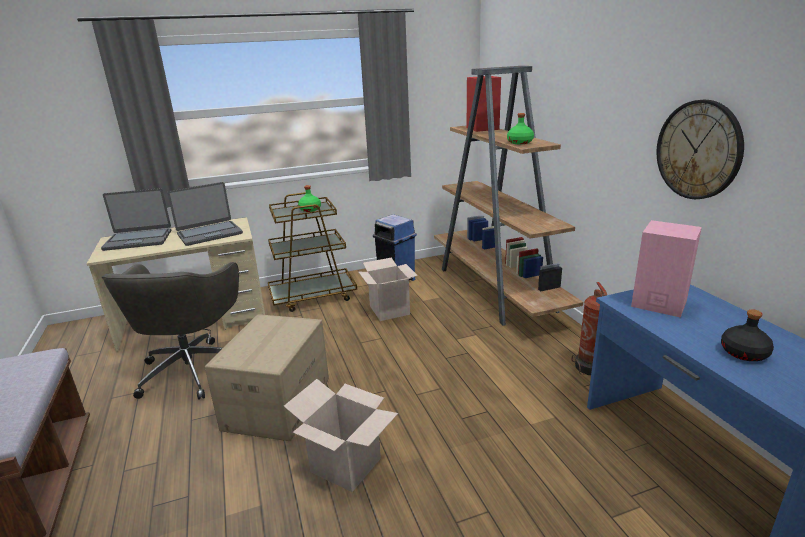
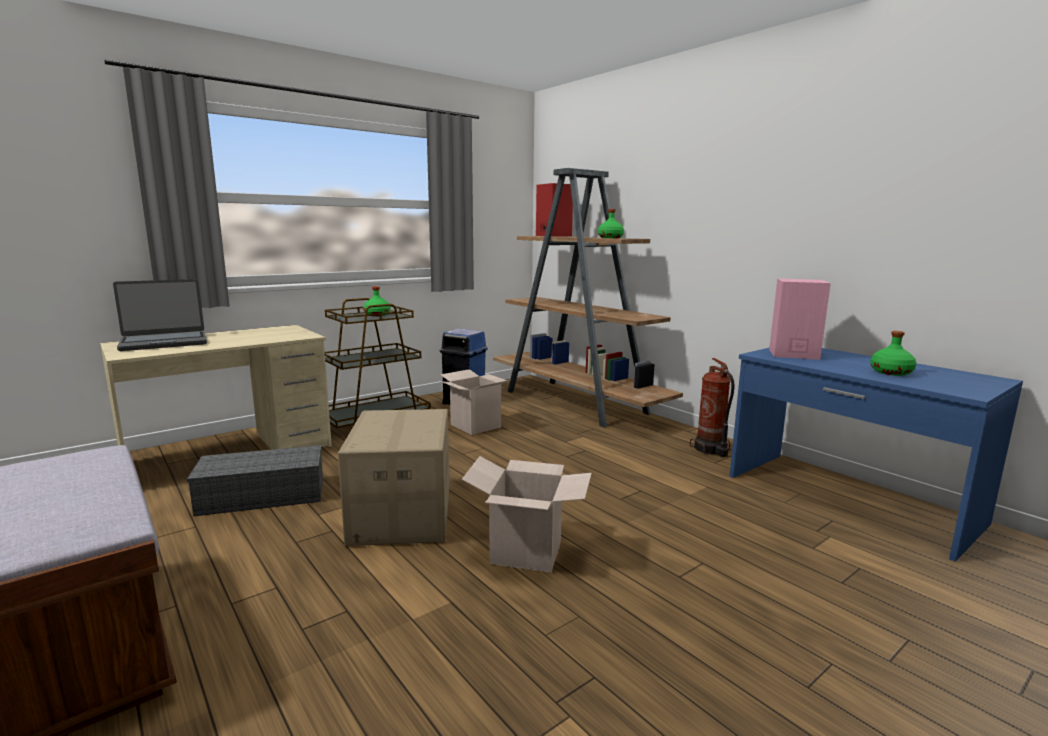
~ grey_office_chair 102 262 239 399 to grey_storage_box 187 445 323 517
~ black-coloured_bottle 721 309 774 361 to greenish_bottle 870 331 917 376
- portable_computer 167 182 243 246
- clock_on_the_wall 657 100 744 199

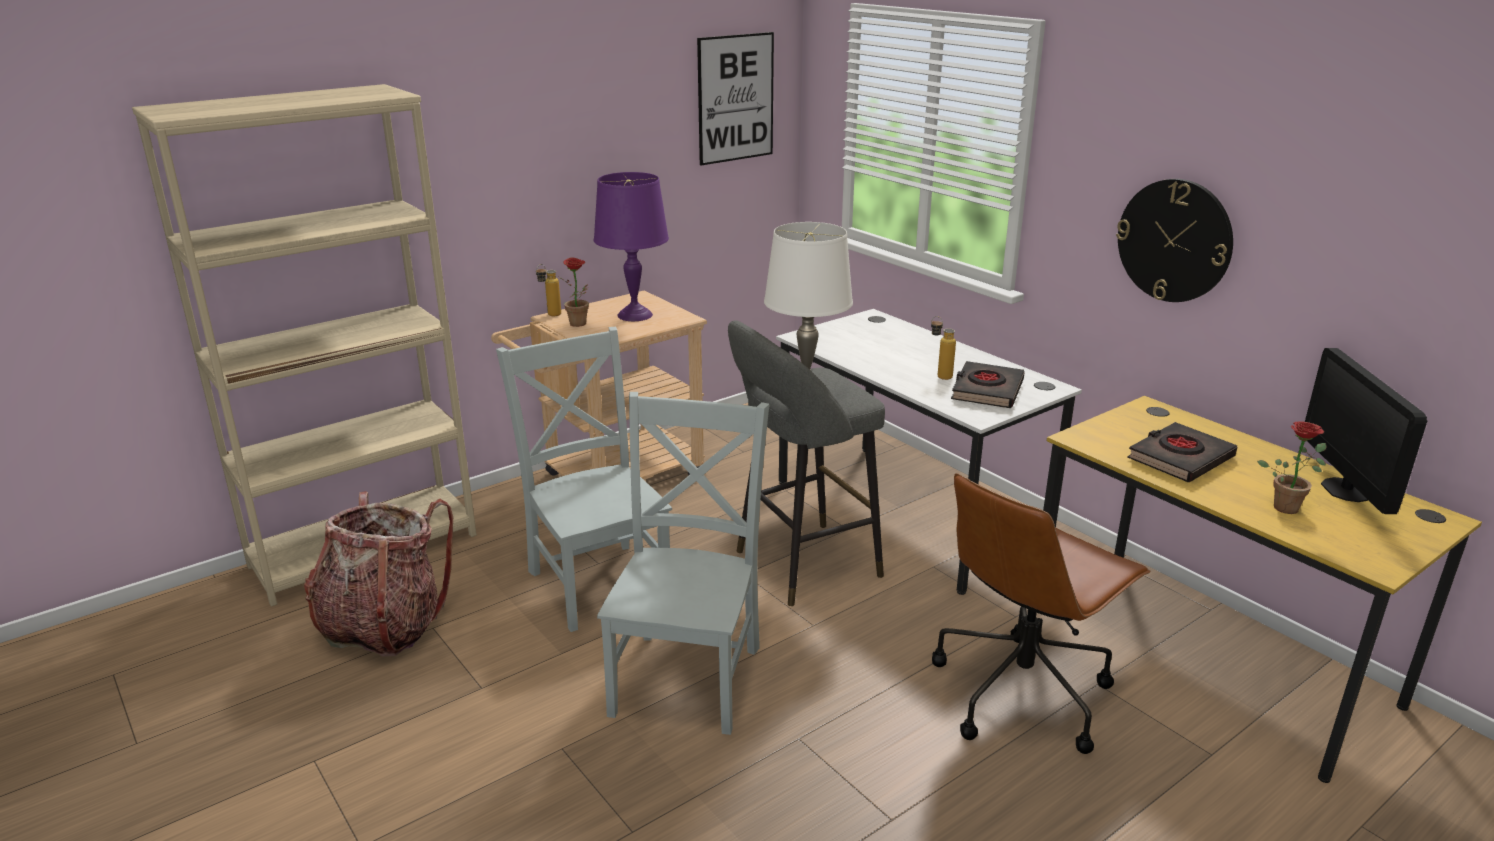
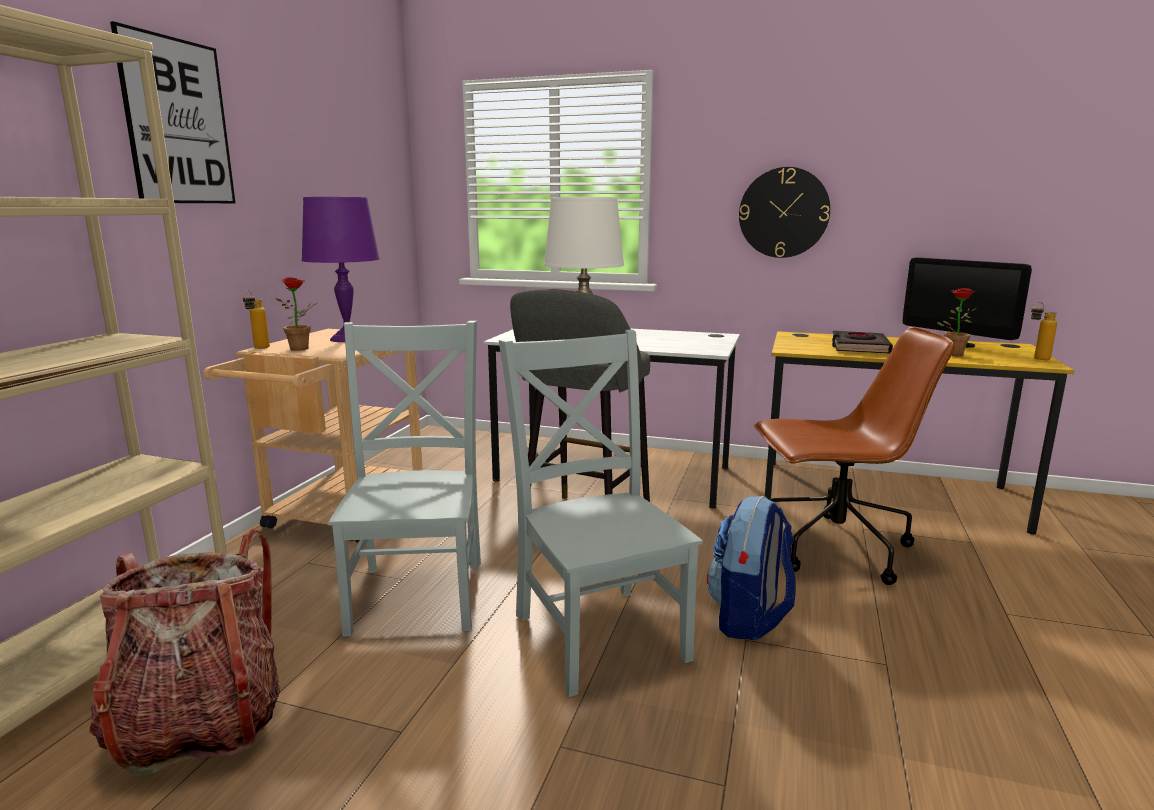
~ wall_picture 697 32 774 165 to 110 21 235 203
~ grey_upright_chair 496 327 672 632 = 328 321 481 637 60 degrees clockwise
+ rucksack 707 496 796 640
~ brownish_office_chair 932 473 1151 754 = 754 327 955 585 105 degrees counterclockwise
~ bottle 931 316 956 380 to 1031 302 1057 360
- black-coloured_book 951 361 1025 408

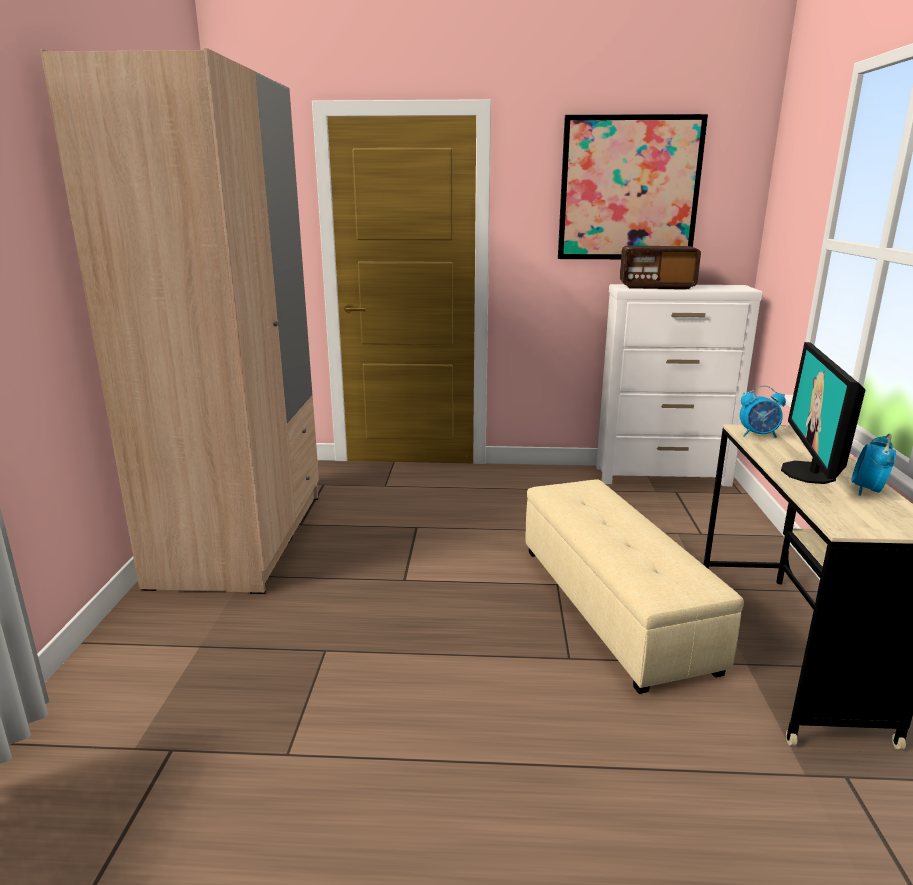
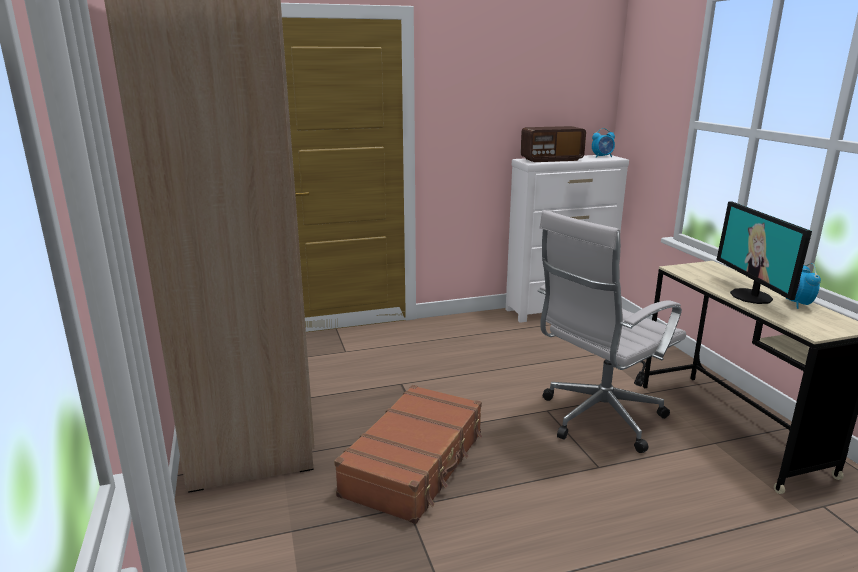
+ brownish_travel_case 334 385 482 524
~ beige_ottoman 526 479 744 694 to whitish_office_chair 537 210 686 453
~ table_clock 740 385 786 438 to 592 128 615 158
- wall_picture 558 114 708 259

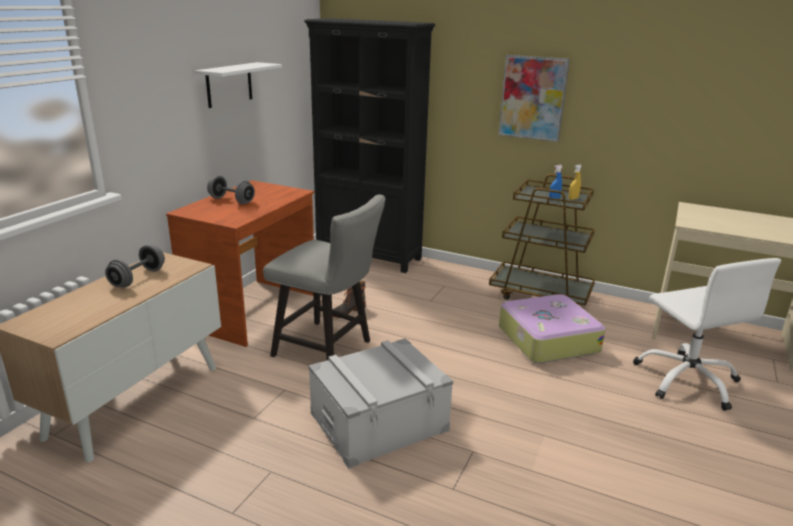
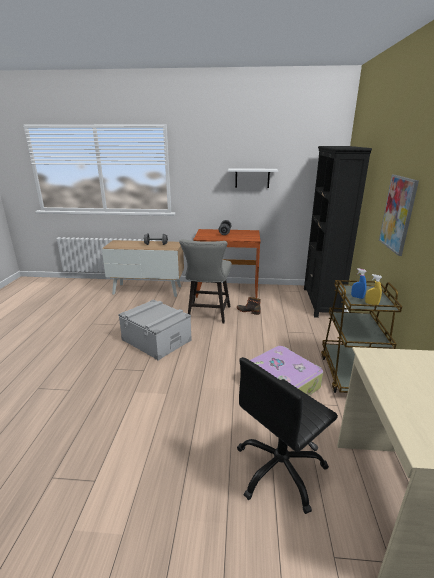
~ whitish_office_chair 633 258 781 411 to black-coloured_office_chair 237 357 338 514

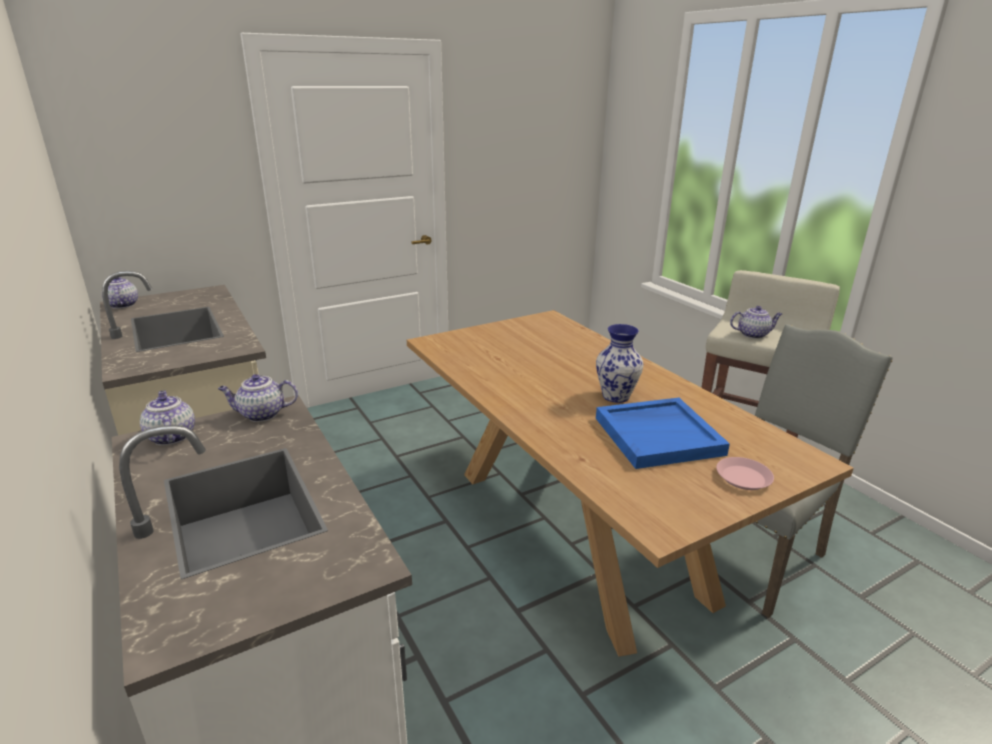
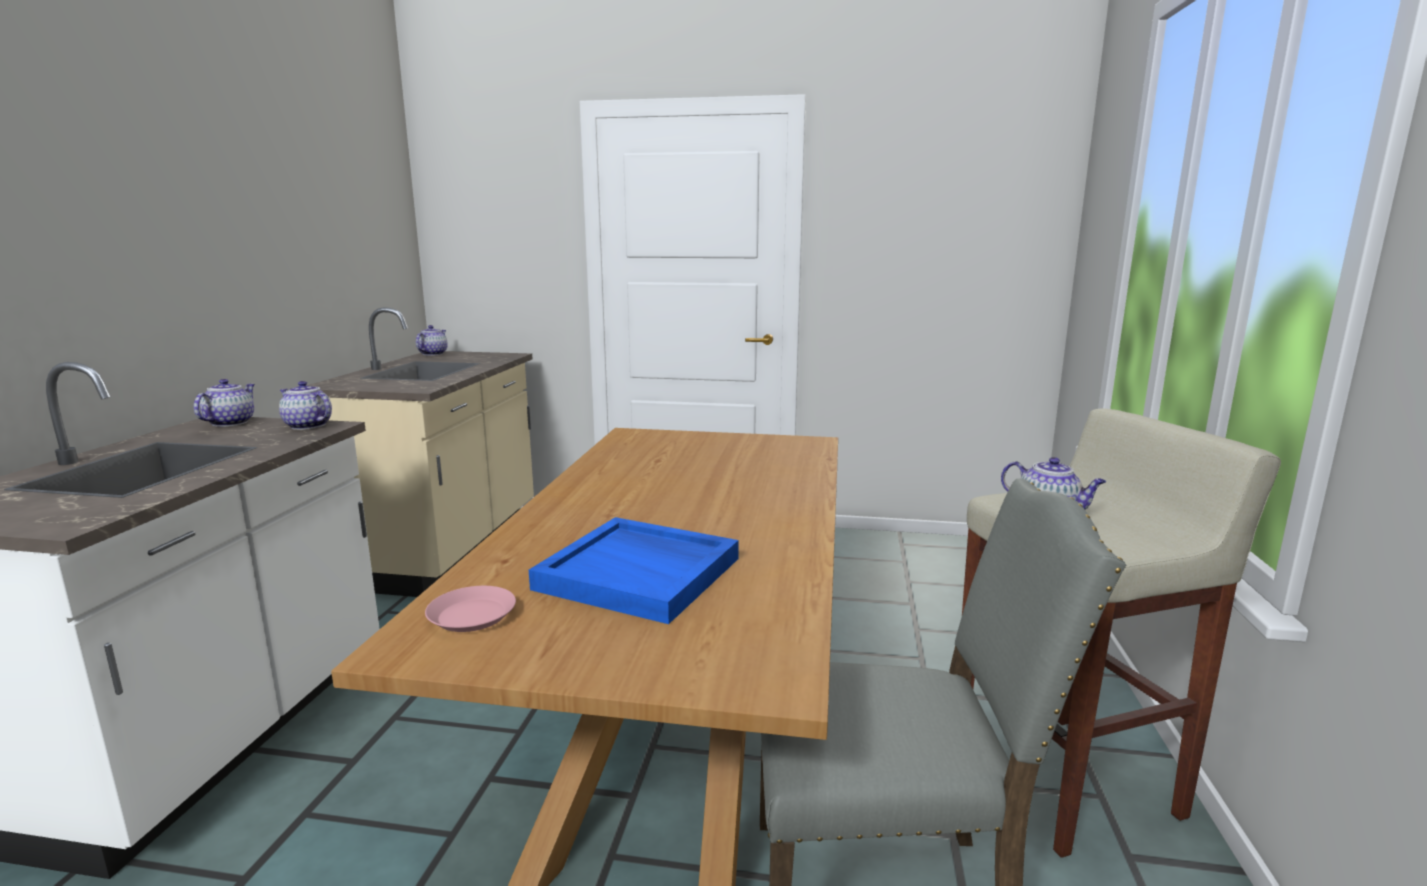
~ pinkish_plate 716 457 774 490 to 425 586 516 632
- decorative_vase 596 324 643 403

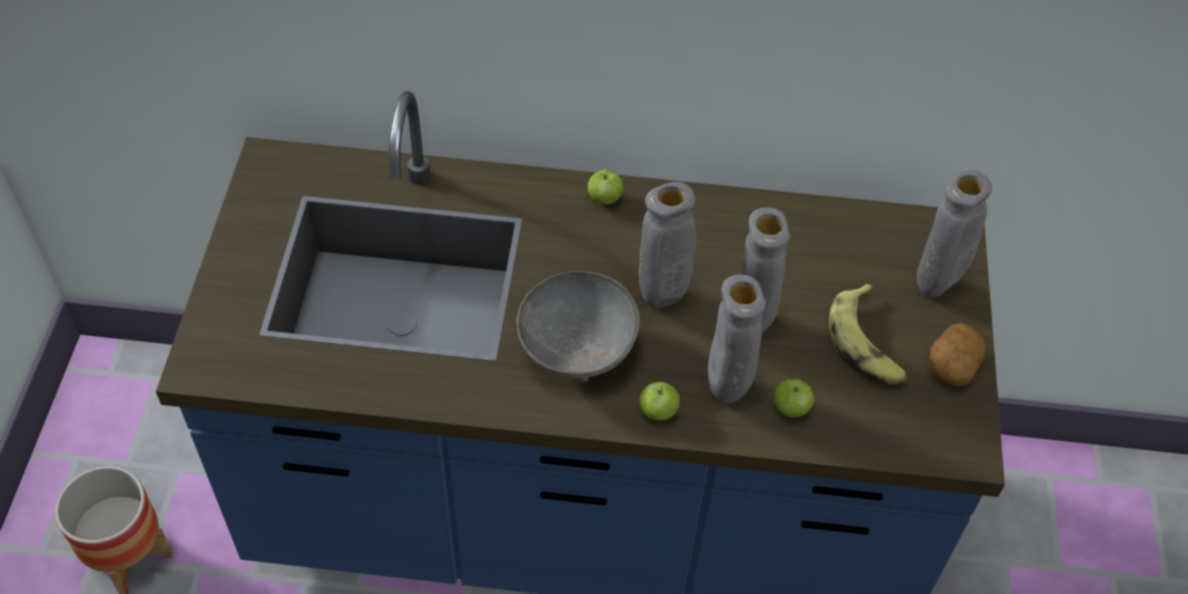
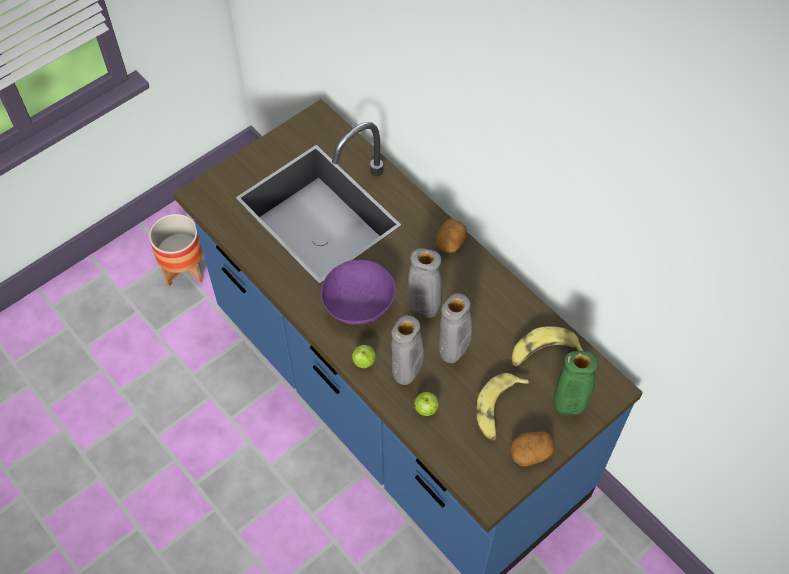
~ grey_bowl 517 271 640 382 to purple-coloured_bowl 321 260 396 324
~ apple_fruit 588 169 624 204 to spud 435 219 467 253
+ whole_banana 512 326 584 367
~ grey_decorative_vase 917 170 992 297 to greenish_decorative_vase 554 351 598 415

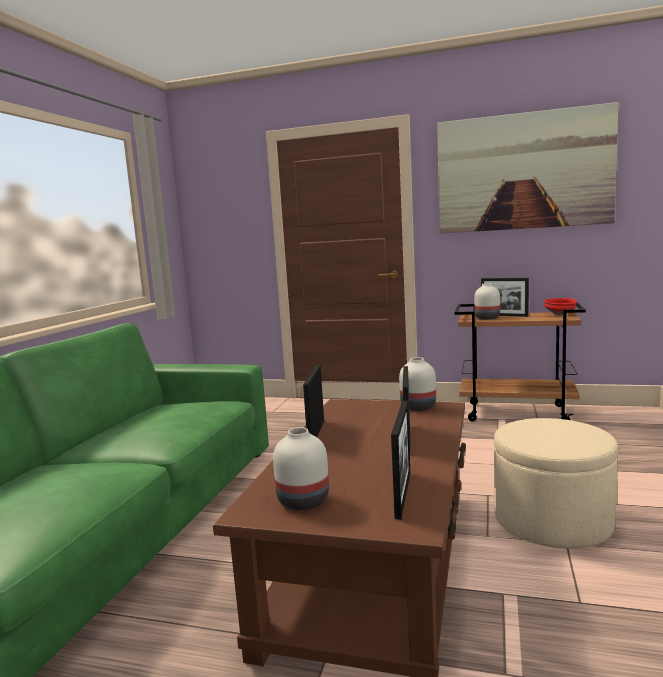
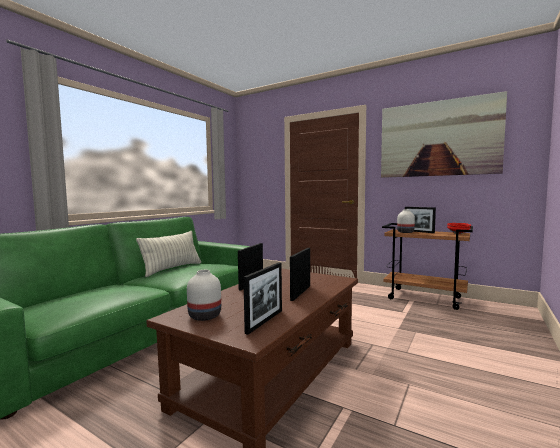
+ throw_pillow 136 231 201 277
- whitish_decorative_vase 399 357 436 411
- beige_ottoman 494 418 618 549

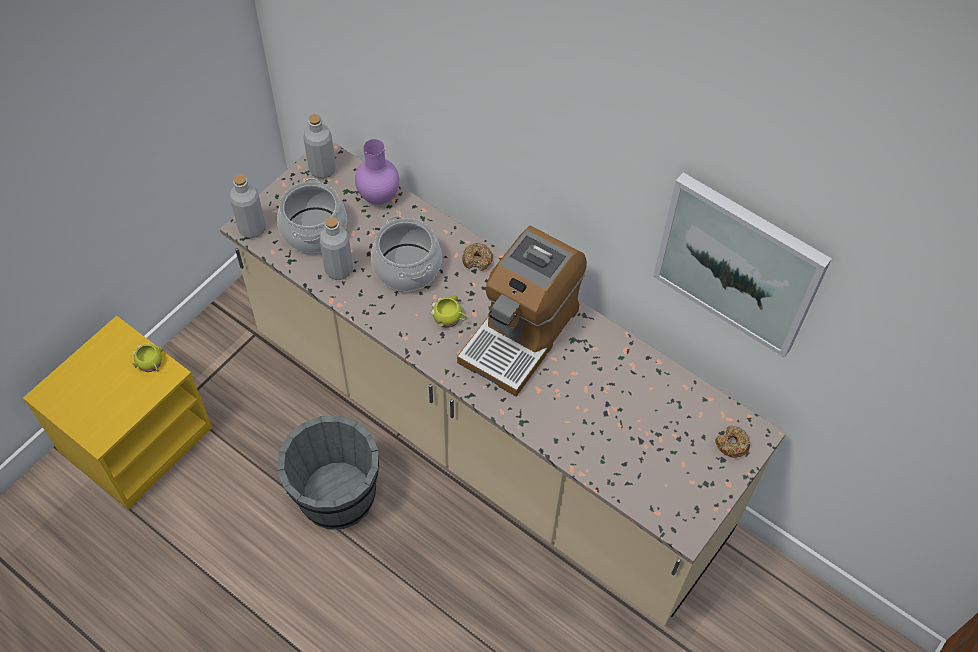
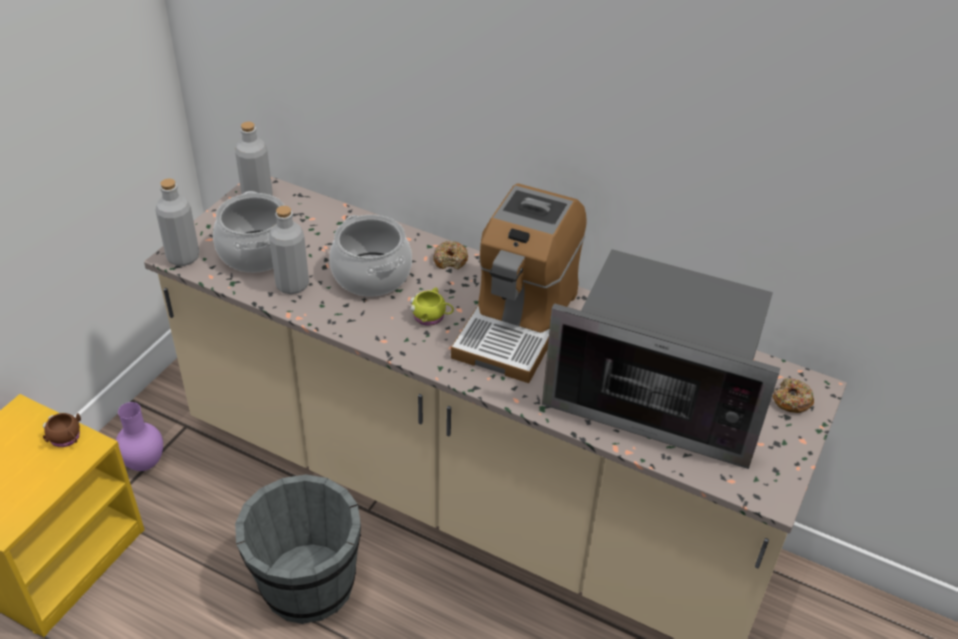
~ yellow_coffee_mug 132 343 163 372 to brownish_coffee_mug 43 412 81 447
~ purple-coloured_decorative_vase 355 139 399 205 to 116 402 163 471
+ kitchen_microwave 542 249 781 469
- wall_picture 653 172 832 358

